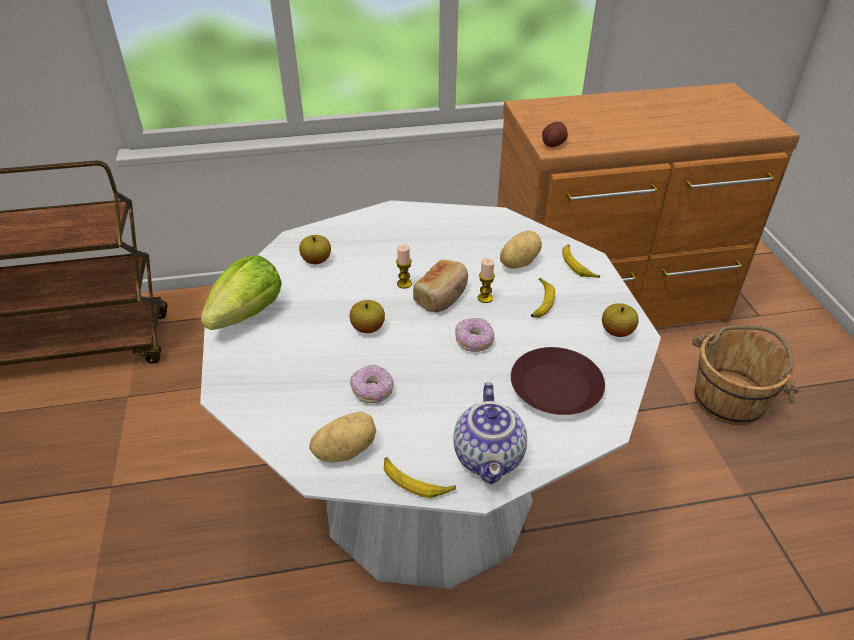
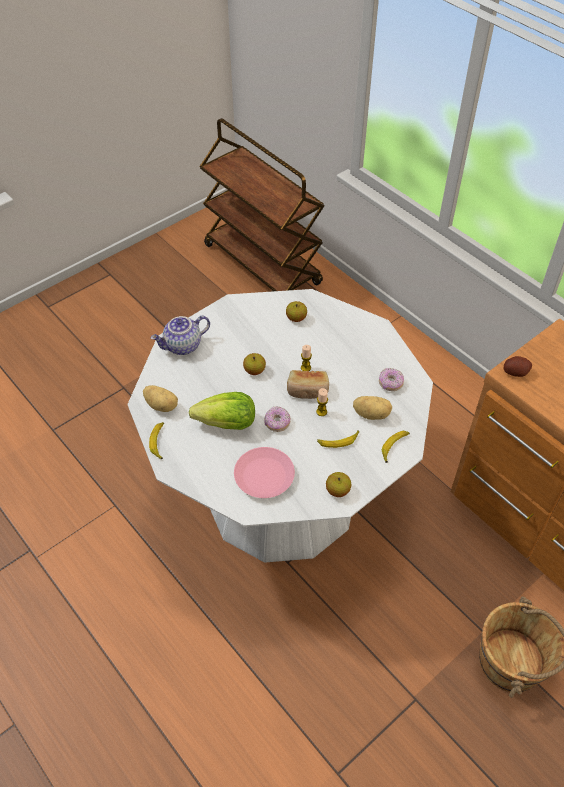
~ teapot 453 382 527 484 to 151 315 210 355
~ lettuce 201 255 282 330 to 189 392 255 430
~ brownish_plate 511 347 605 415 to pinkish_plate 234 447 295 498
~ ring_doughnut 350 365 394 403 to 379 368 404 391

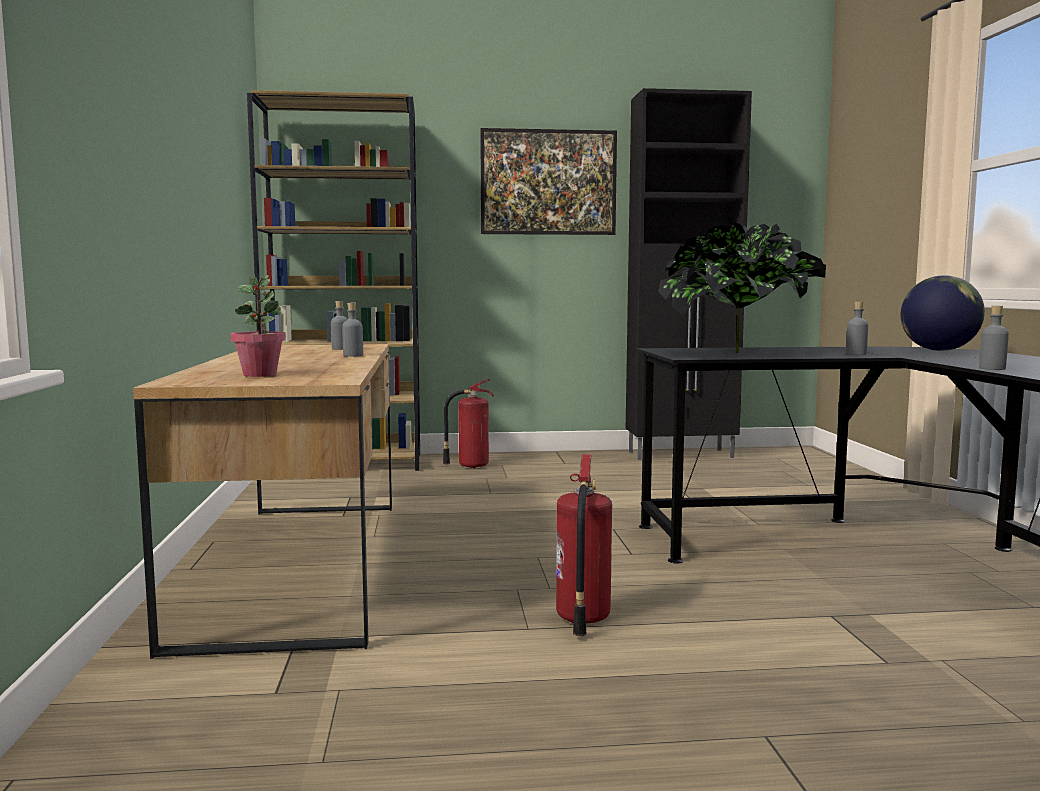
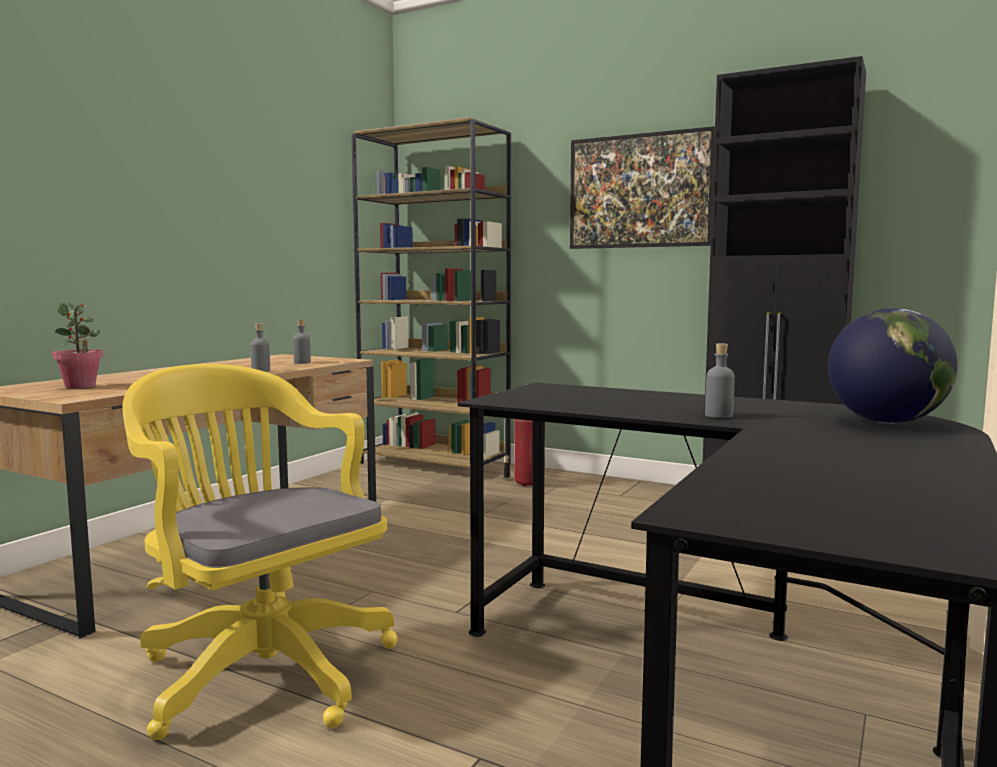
~ fire_extinguisher 556 454 612 636 to yellow_office_chair 123 364 398 740
- plant_in_a_pot 658 222 826 353
- grey_bottle 979 306 1009 370

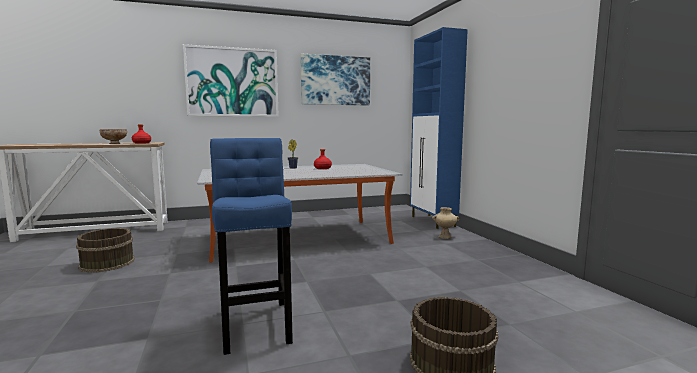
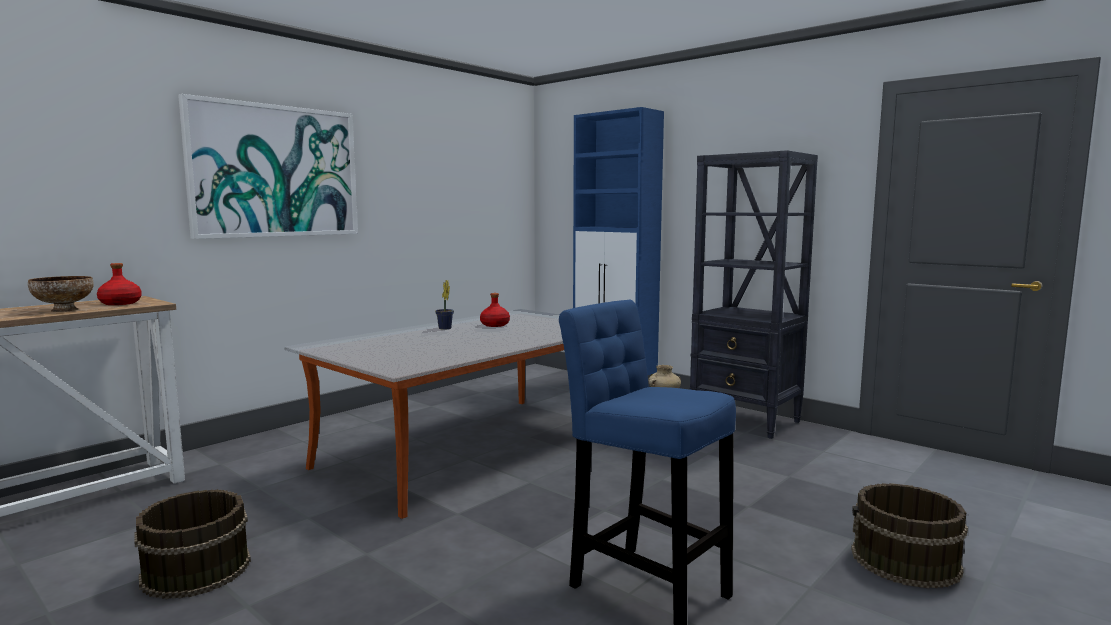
+ black-coloured_shelving_unit 689 150 818 439
- wall_picture 300 54 370 106

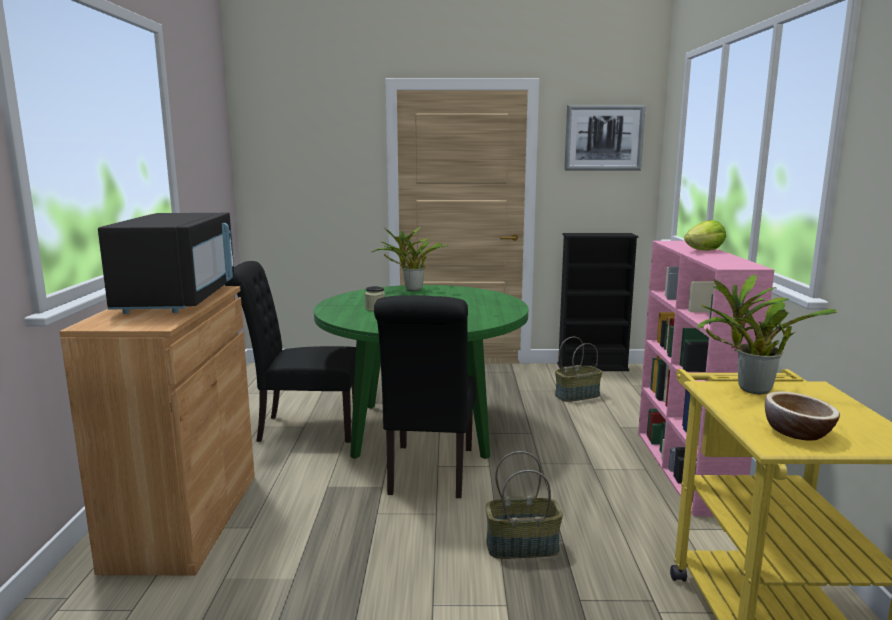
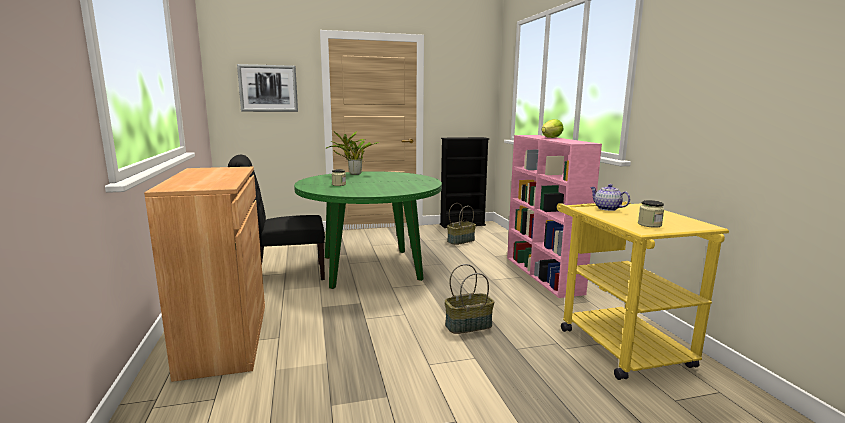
~ wall_picture 564 105 646 170 to 237 64 298 112
~ plant_in_a_pot 697 274 838 394 to teapot 590 184 630 211
~ bowl 765 391 840 441 to storage_jar 638 200 664 228
- black-coloured_kitchen_microwave 98 212 235 314
- black-coloured_upright_chair 374 295 476 498

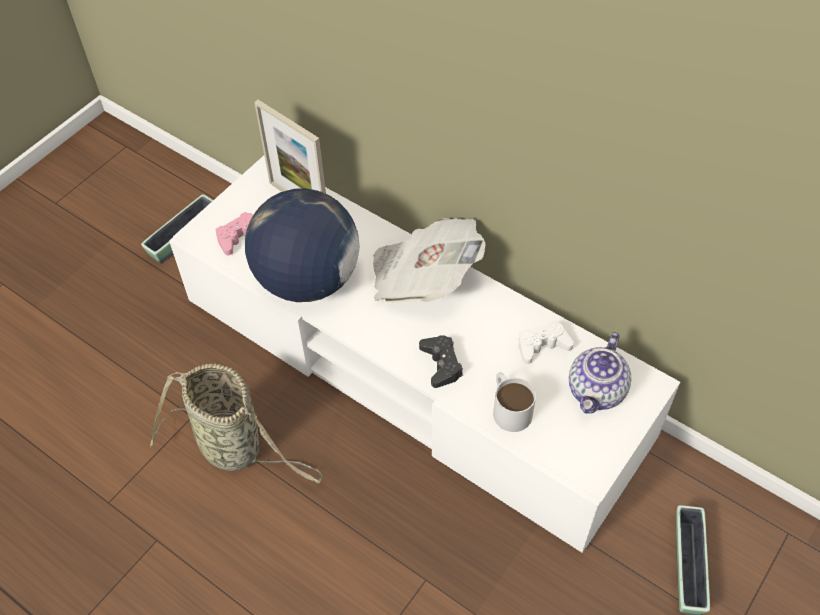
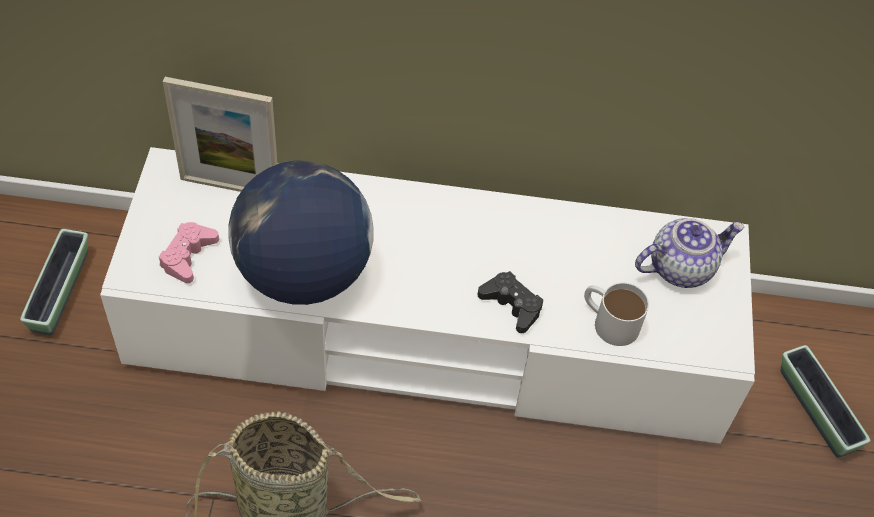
~ teapot 569 332 631 414 = 635 218 745 288 105 degrees counterclockwise
- printed_paper 373 218 486 303
- whitish_gamepad 518 320 574 364

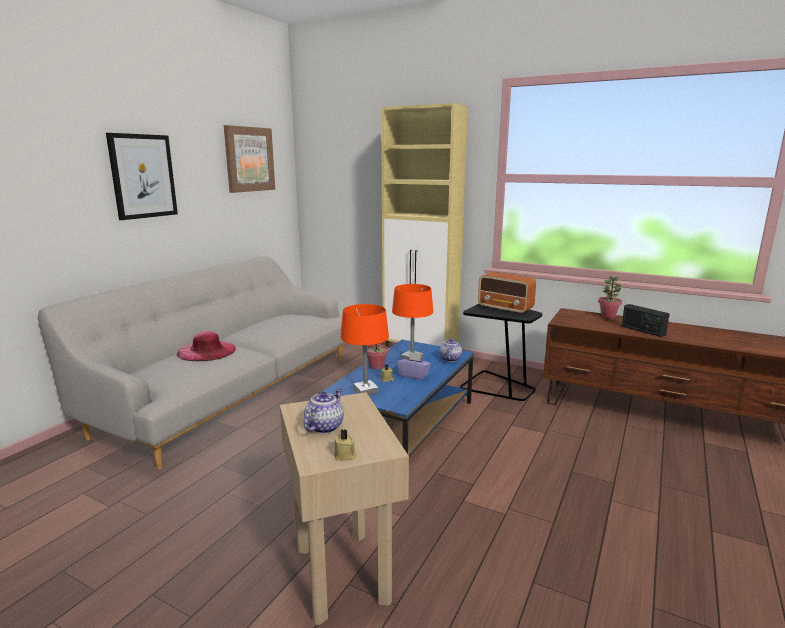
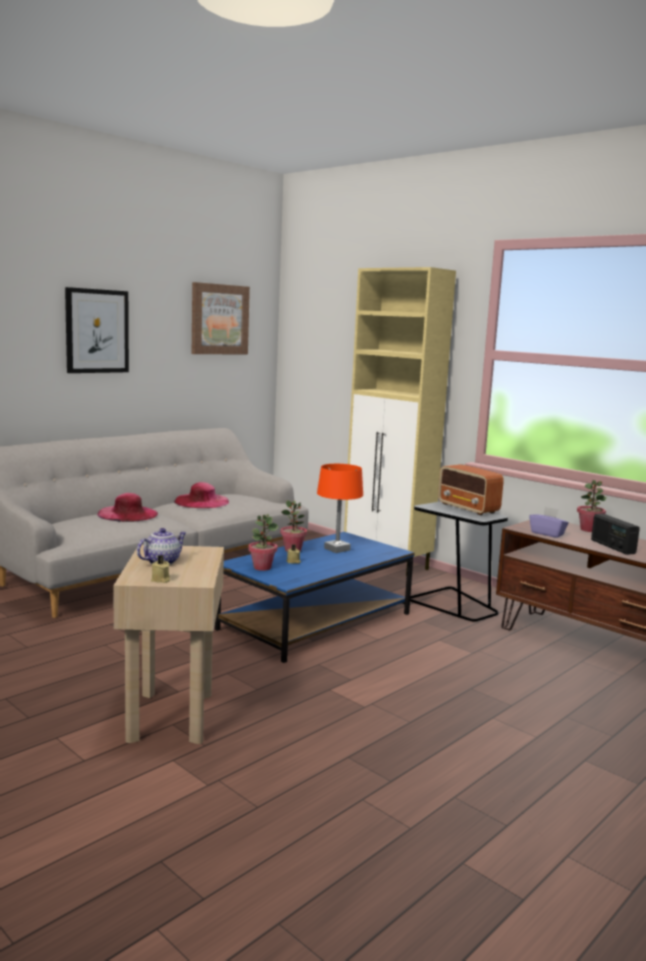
+ pinkish_clothing_hat 174 482 229 508
~ orangey_lamp_for_a_table 341 304 389 395 to plant_in_a_pot 249 514 279 571
~ purple-coloured_box_of_tissues 397 352 431 380 to 529 507 569 538
- teapot 439 338 462 362

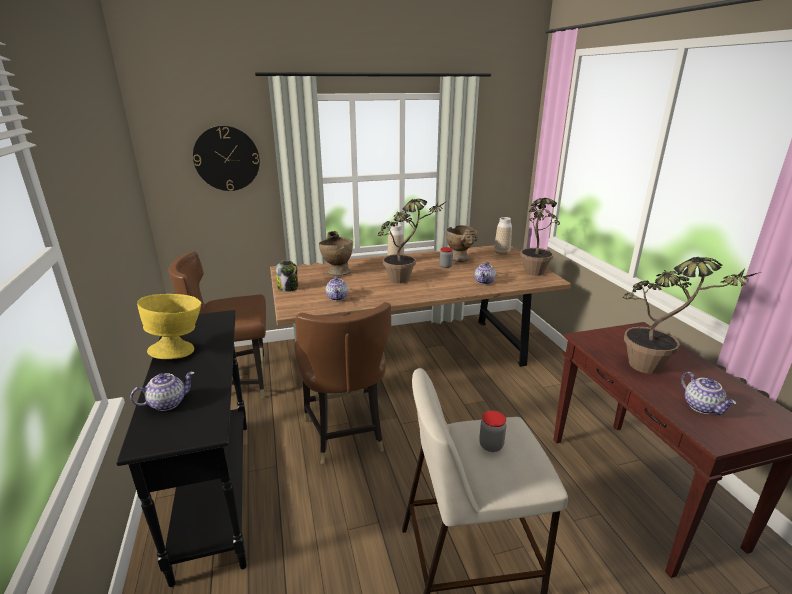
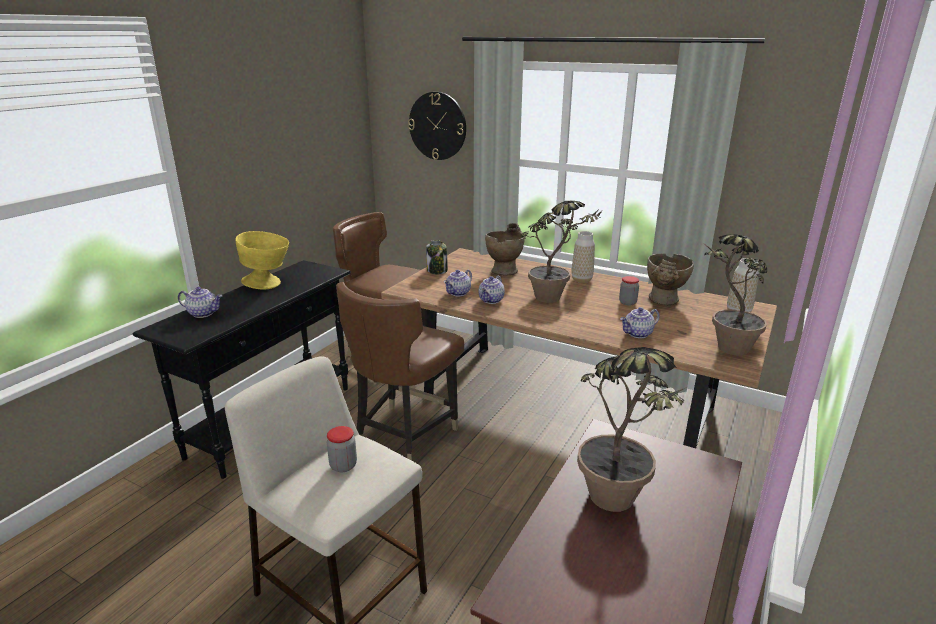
~ teapot 681 372 736 415 to 478 276 505 304

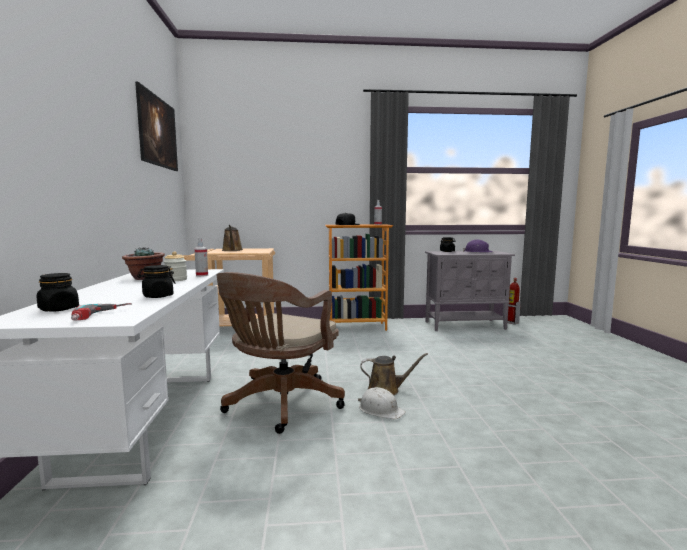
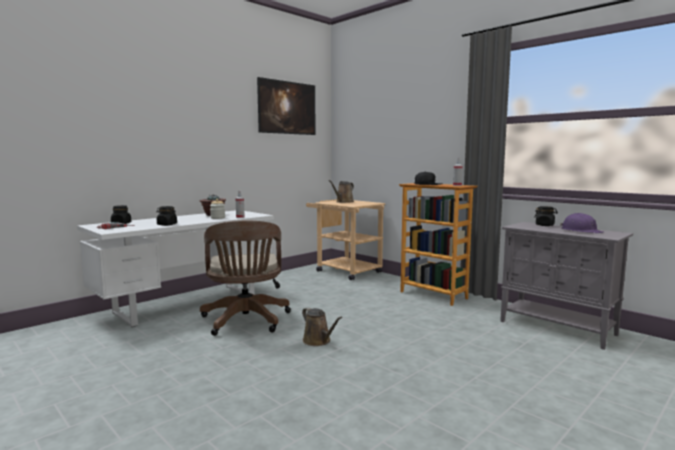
~ brownish_office_chair 217 272 345 434 = 200 221 291 336 90 degrees counterclockwise
- whitish_safety_helmet 358 387 405 419
- fire_extinguisher 507 278 521 325

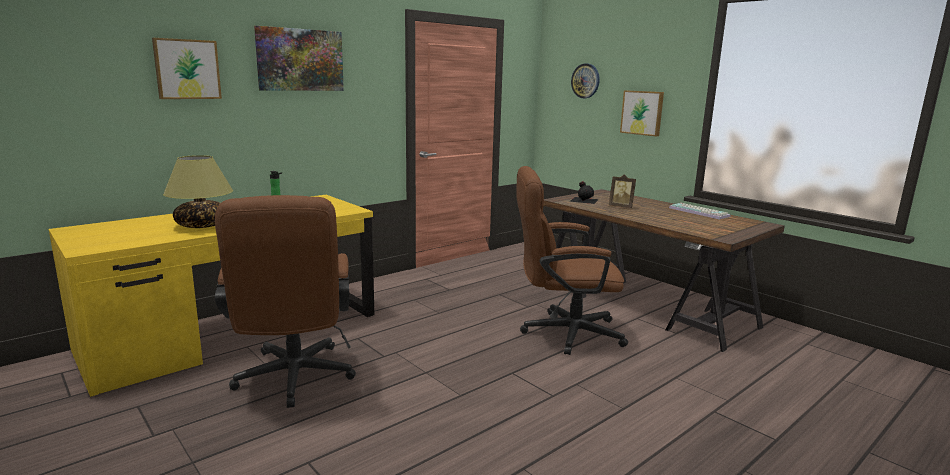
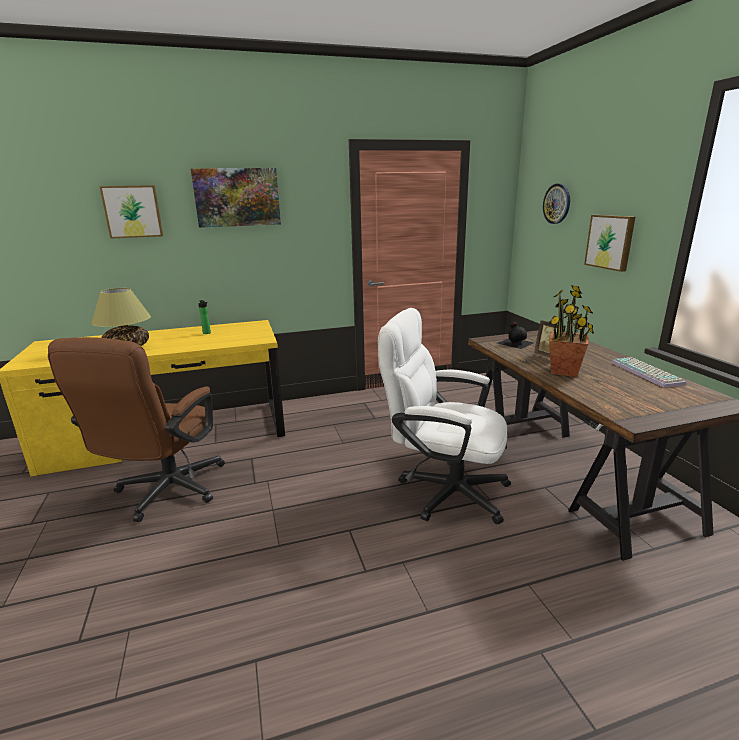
~ brownish_office_chair 516 166 628 355 to whitish_office_chair 378 308 511 524
+ plant_in_a_pot 548 285 594 377

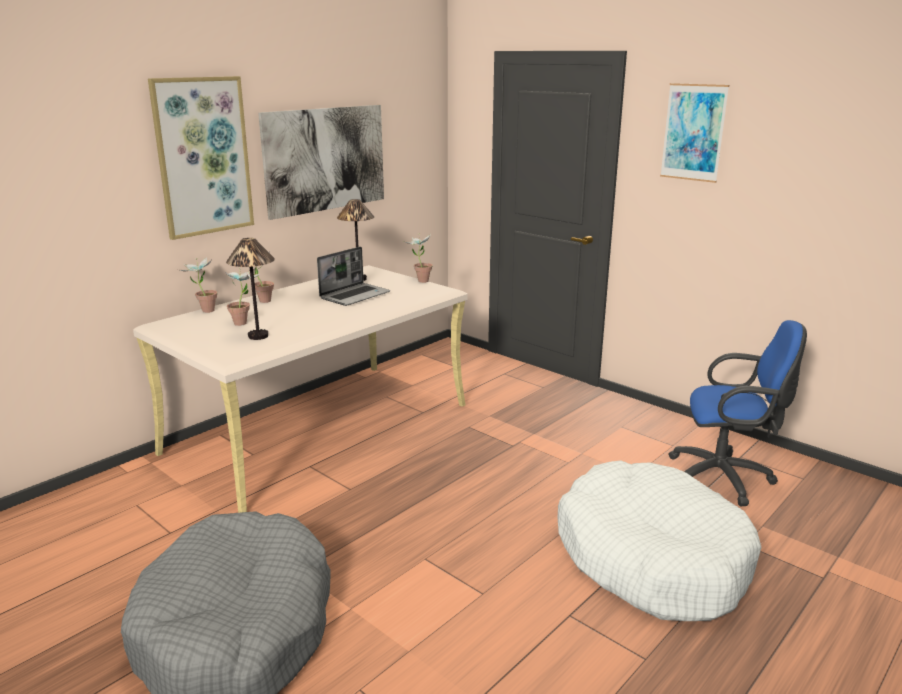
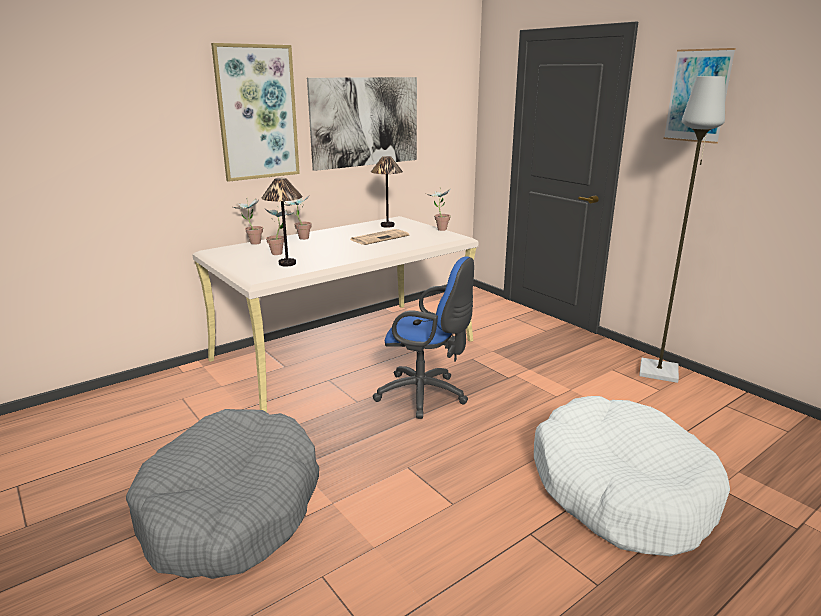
~ portable_computer 317 247 390 306 to printed_paper 350 229 409 245
~ blue-coloured_office_chair 668 320 807 506 to 373 257 474 419
+ grey_floor_lamp 639 76 725 383

